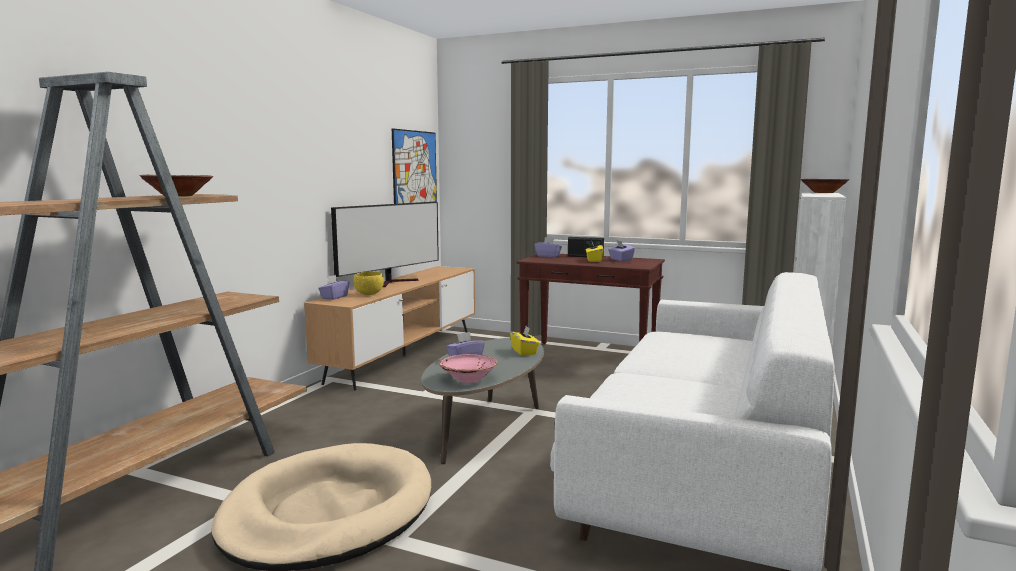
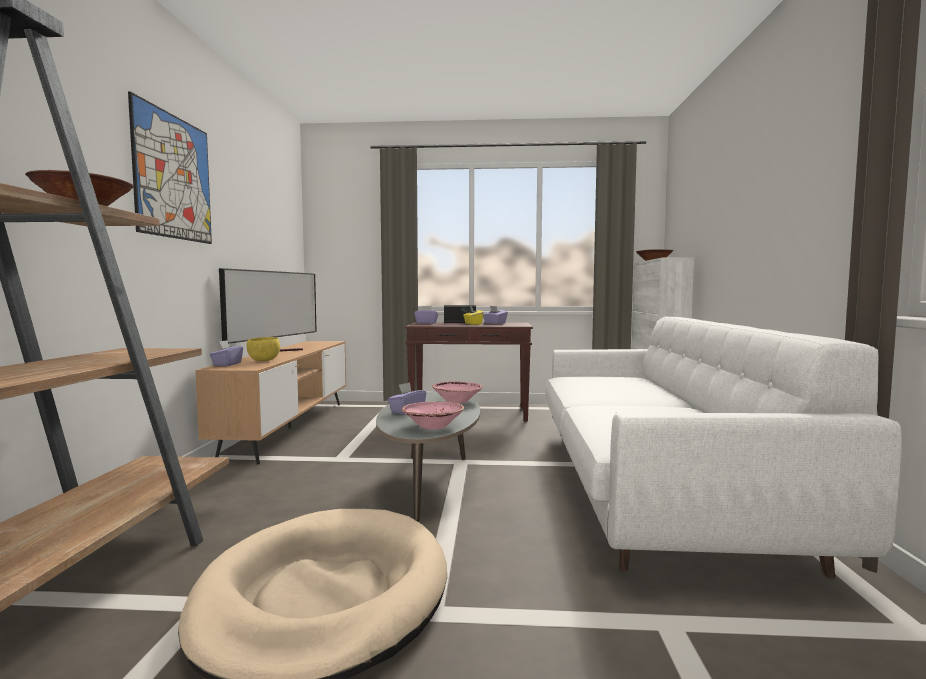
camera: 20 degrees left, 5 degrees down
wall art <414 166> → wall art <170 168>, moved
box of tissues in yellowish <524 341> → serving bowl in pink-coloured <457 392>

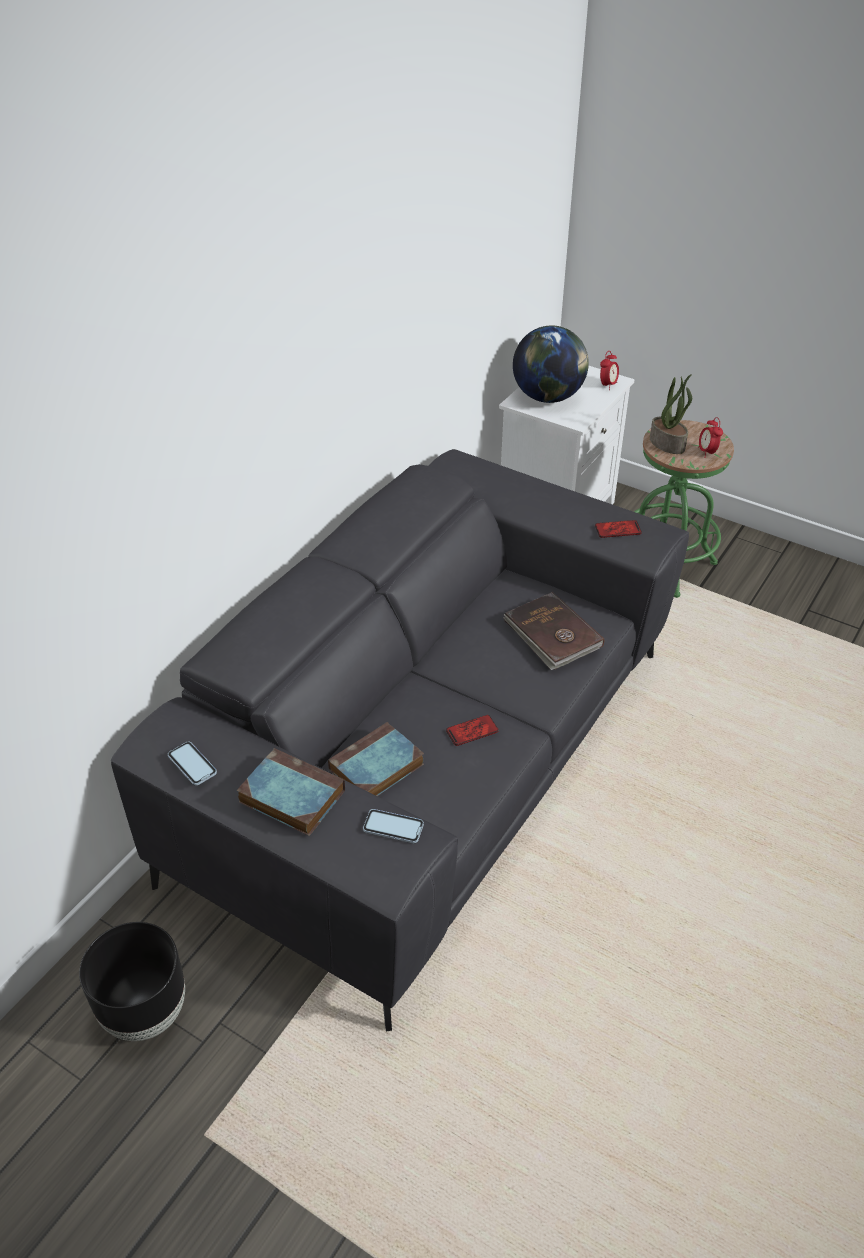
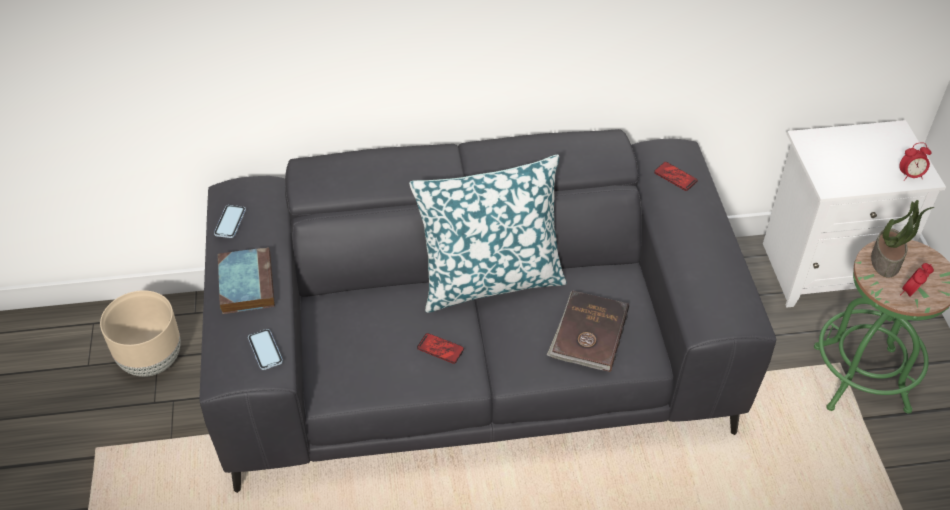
camera: 50 degrees right, 5 degrees up
planter in black-coloured <132 981> → planter in beige-coloured <140 333>
- → cushion <488 234>
handset <618 529> → handset <676 176>, moved
volume <376 759> → -
globe <551 364> → -

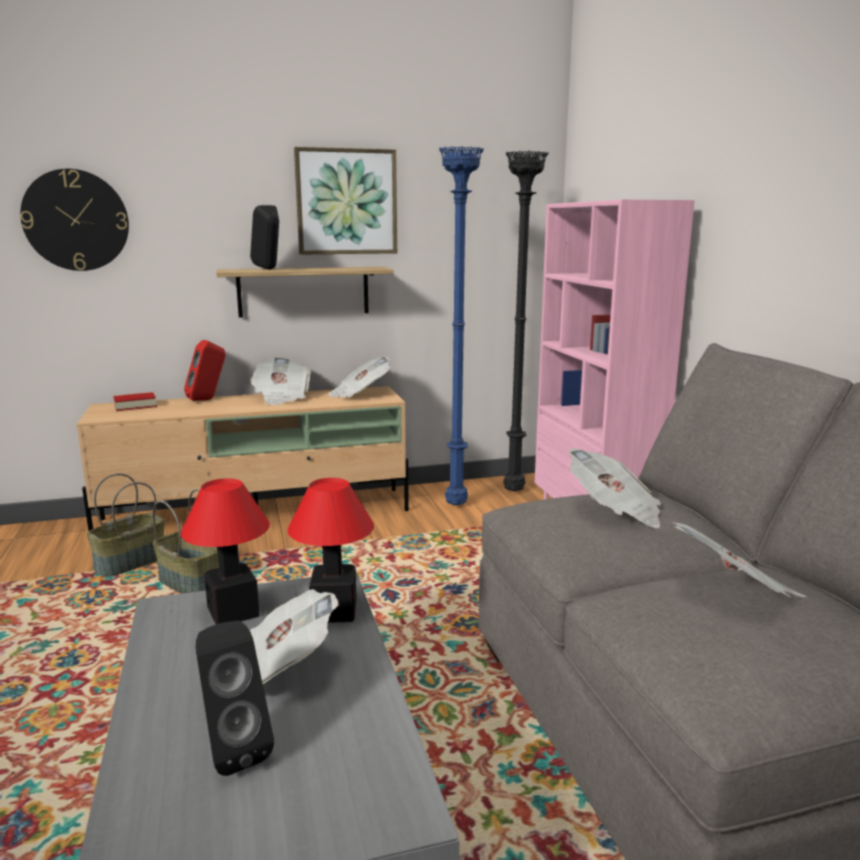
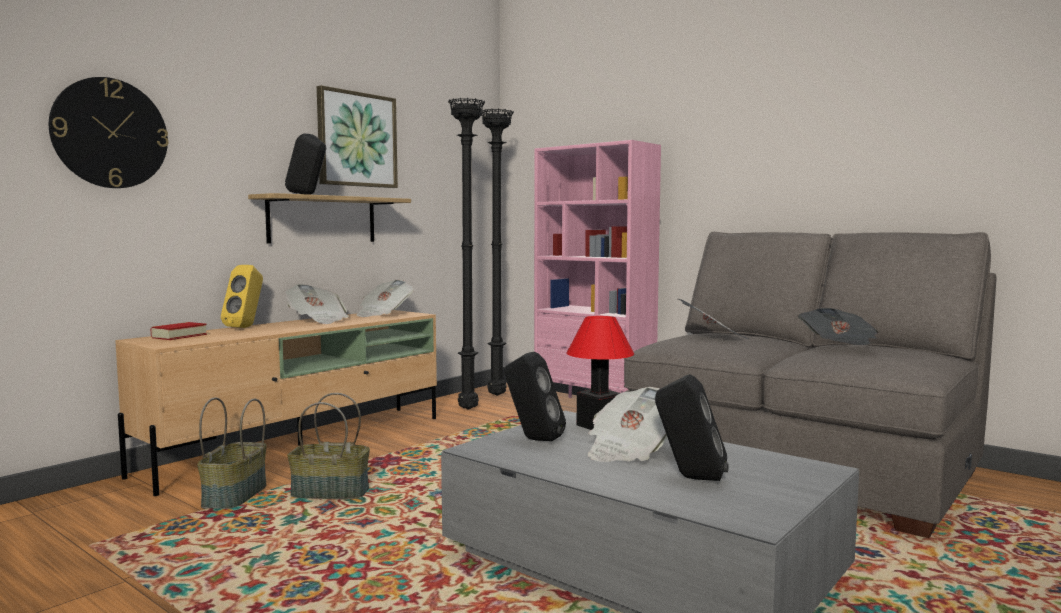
camera: 35 degrees left, 10 degrees down
speaker in red-coloured <204 370> → speaker in yellowish <242 296>
floor lamp in blue-coloured <461 325> → floor lamp in black-coloured <467 254>
lamp for a table <225 551> → speaker in black-coloured <535 396>

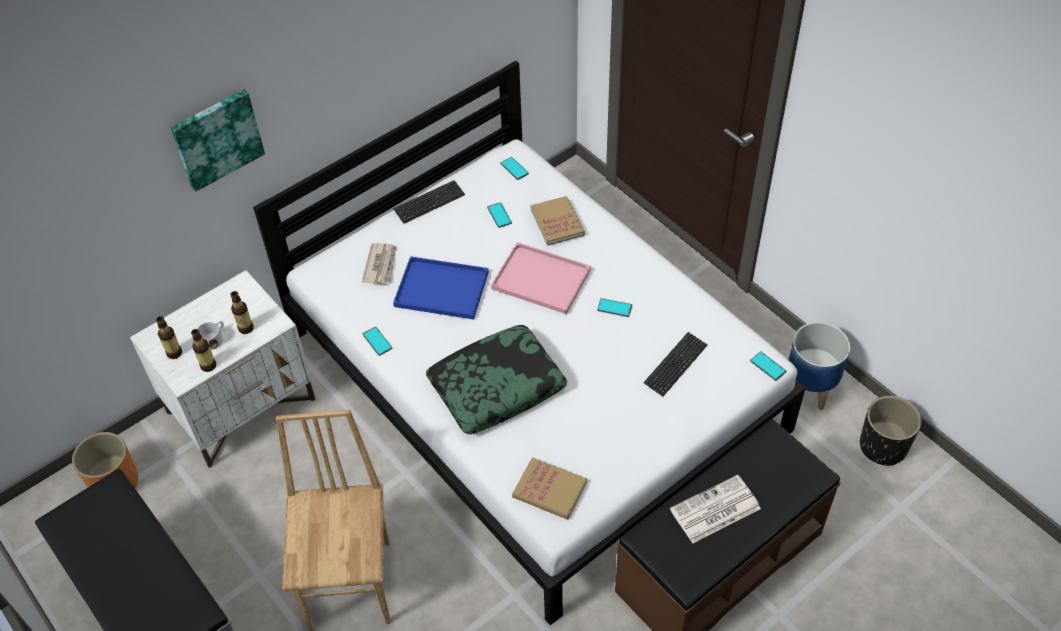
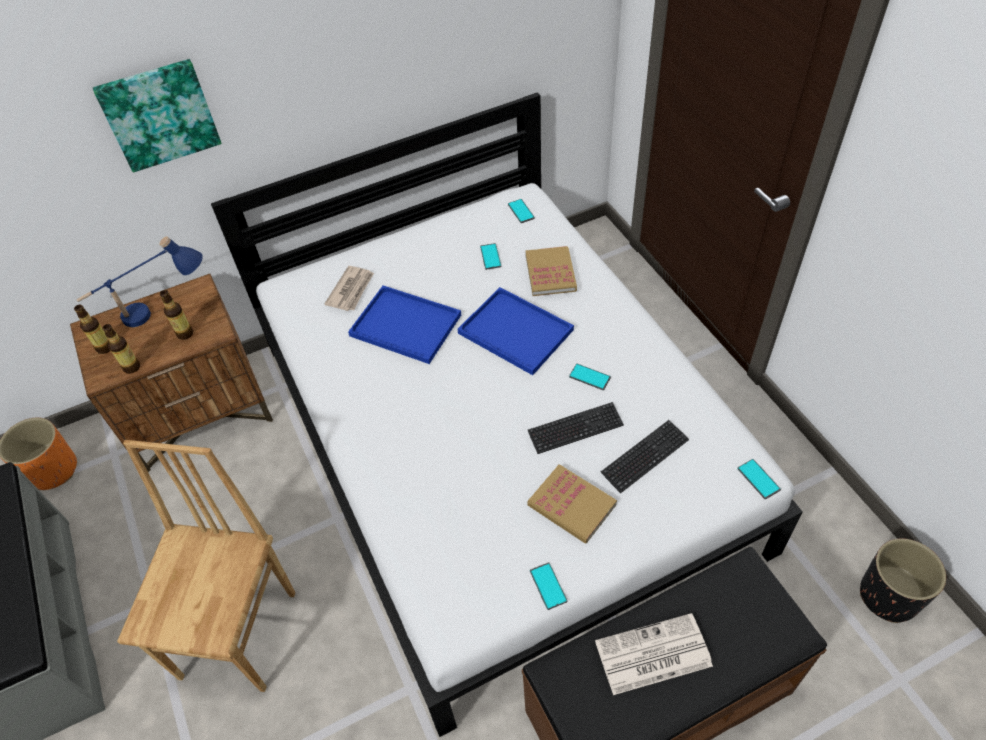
camera: 15 degrees right, 0 degrees up
night table in white-coloured <222 369> → night table in brown <171 373>
- → lamp for a table in blue-coloured <139 281>
tray in pink-coloured <541 278> → tray in blue-coloured <515 331>
volume <549 488> → volume <572 504>, moved
PC keyboard <429 202> → PC keyboard <576 428>, moved
handset <377 341> → handset <548 586>, moved
mug in white-coloured <211 335> → -
cushion <496 379> → -
planter <819 366> → -

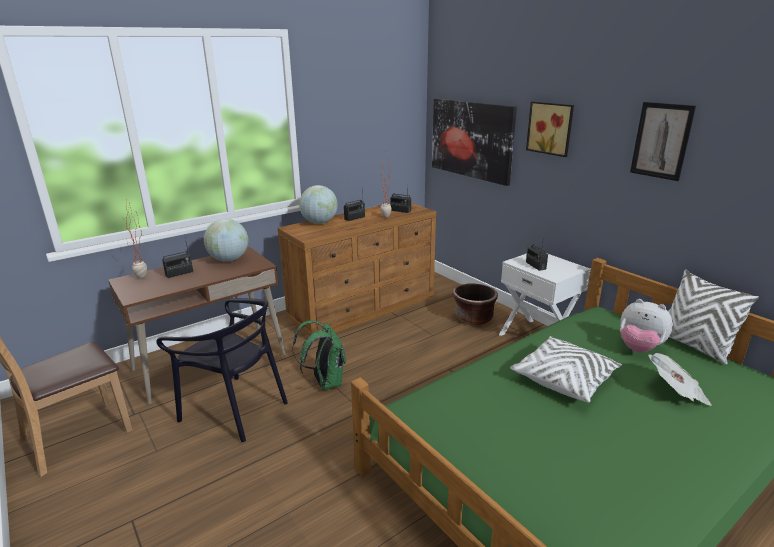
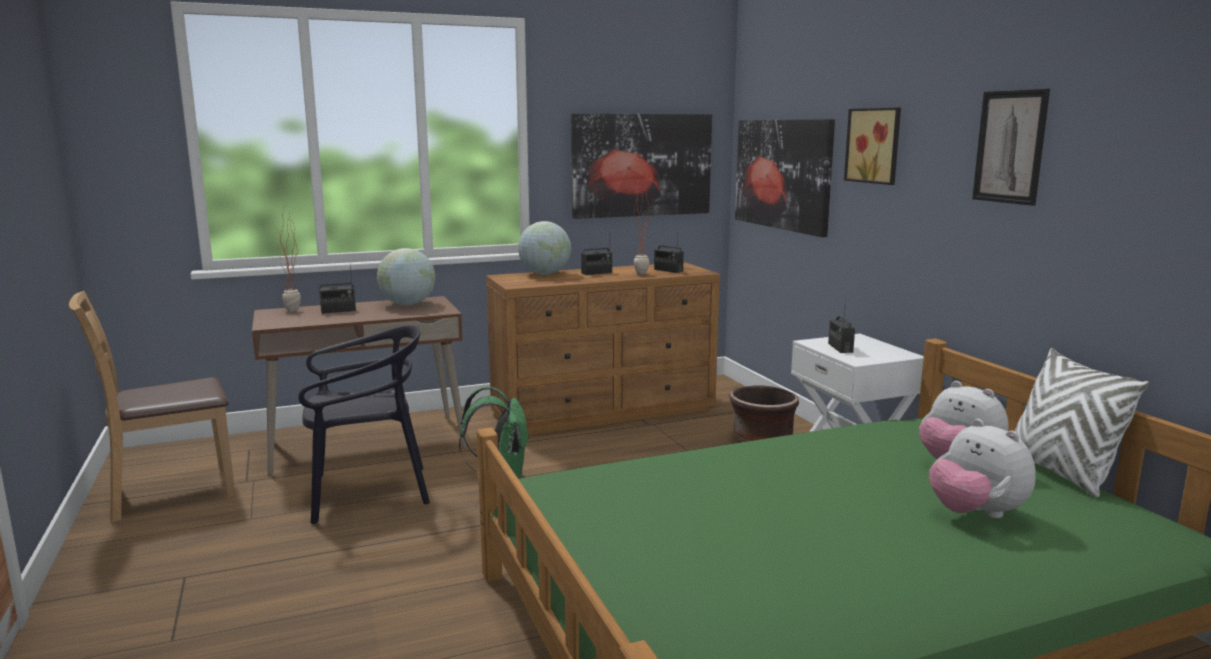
camera: 15 degrees right, 10 degrees down
chair in black-coloured <222 370> → chair in black-coloured <364 424>, 60 degrees counterclockwise
- → wall art <641 166>
newspaper <680 379> → plush toy <982 468>
cushion in white-coloured <566 369> → -

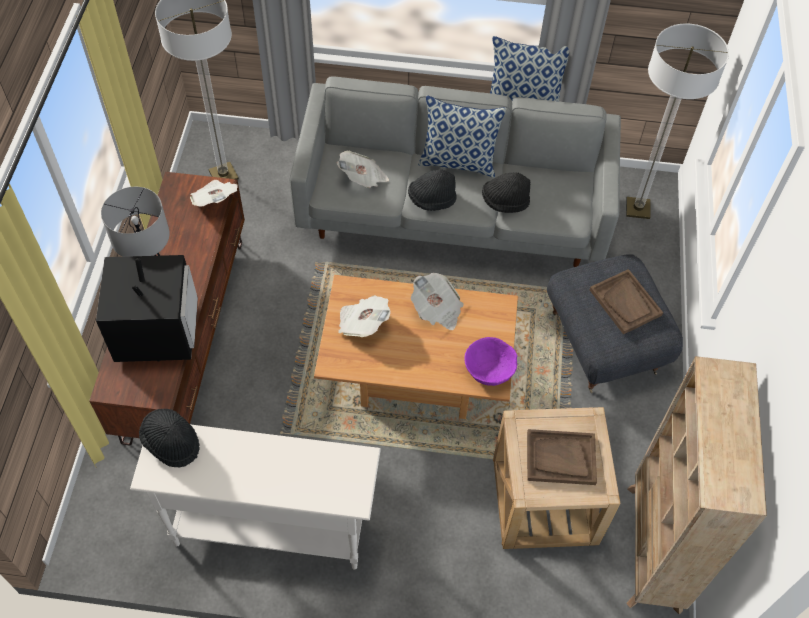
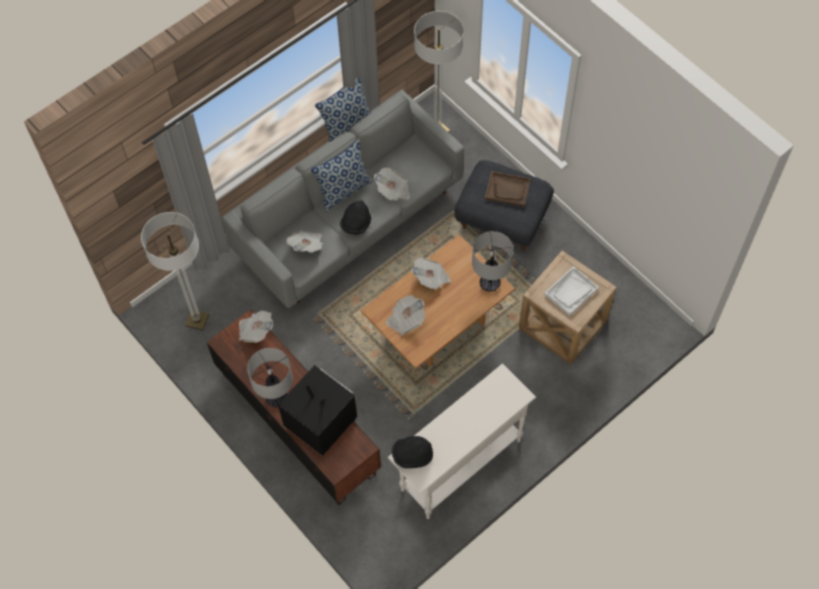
camera: 45 degrees left, 5 degrees up
hat in black-coloured <506 192> → newspaper <392 184>
serving bowl in purplish <490 361> → lamp for a table <492 261>
tray in brown <562 457> → tray in white-coloured <571 291>
bookcase in beige-coloured <696 485> → -

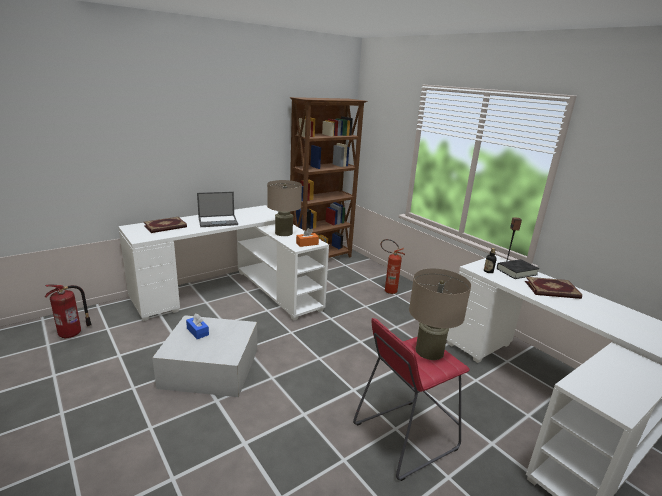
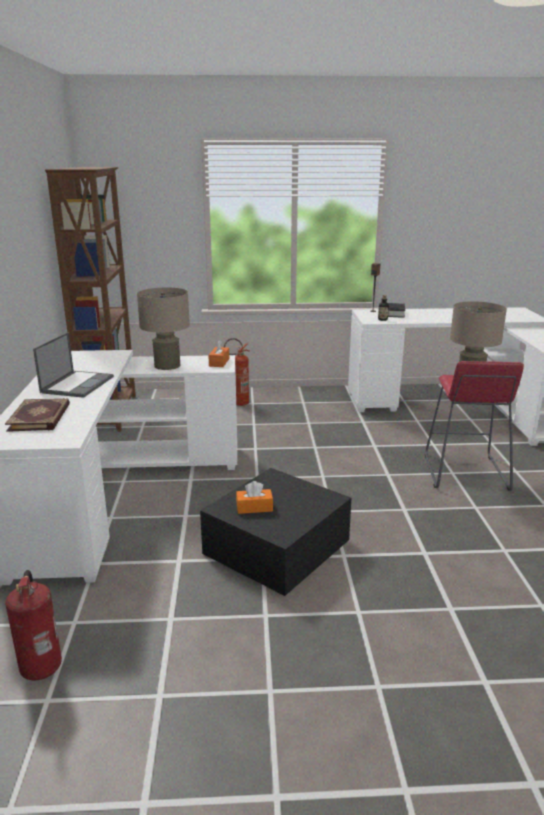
camera: 55 degrees left, 0 degrees up
storage container in white-coloured <204 356> → storage container in black-coloured <276 532>
box of tissues in blue-coloured <197 326> → box of tissues in orange <254 497>
volume <553 288> → -

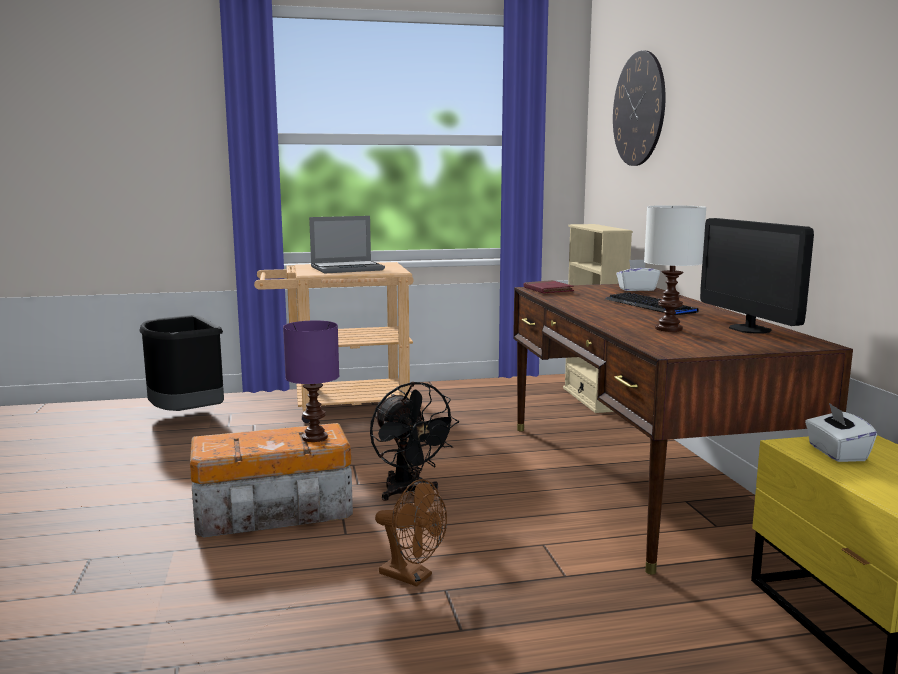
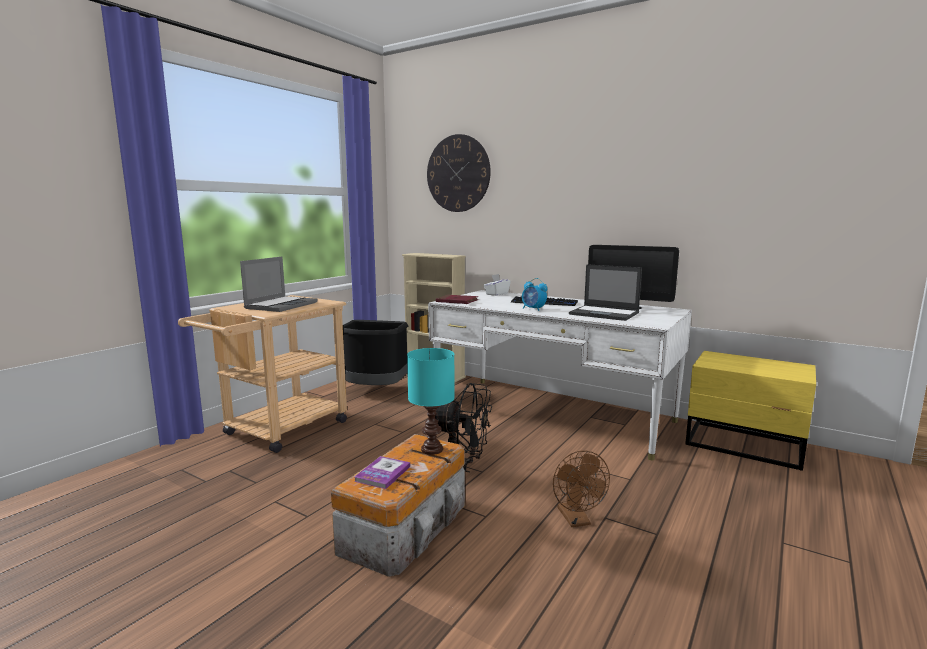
camera: 45 degrees left, 0 degrees up
waste bin in black-coloured <182 363> → waste bin in black-coloured <376 352>, moved
- → volume <382 472>
lamp for a table in purplish <311 381> → lamp for a table in turquoise <431 401>
desk table in brown <683 429> → desk table in white-coloured <560 375>
- → table clock <534 294>
cooling fan in brown <411 533> → cooling fan in brown <581 488>, 90 degrees clockwise
lamp for a table in white-coloured <675 268> → portable computer <605 292>
box of tissues in white-coloured <841 432> → -

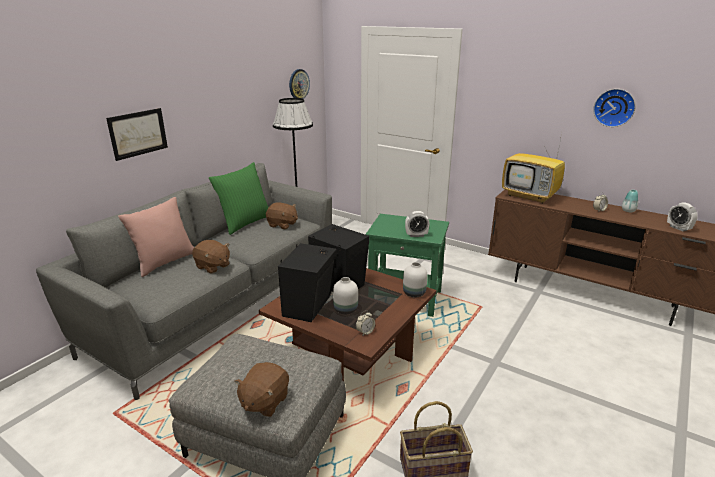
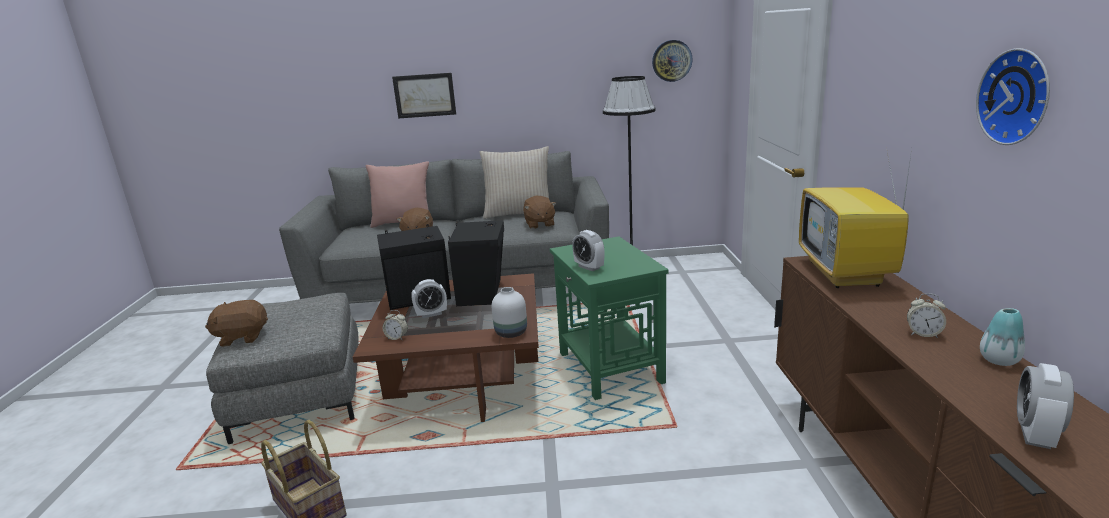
camera: 55 degrees right, 5 degrees down
decorative vase in white-coloured <345 295> → table clock <429 298>
cushion in green <239 198> → cushion in beige-coloured <514 182>

